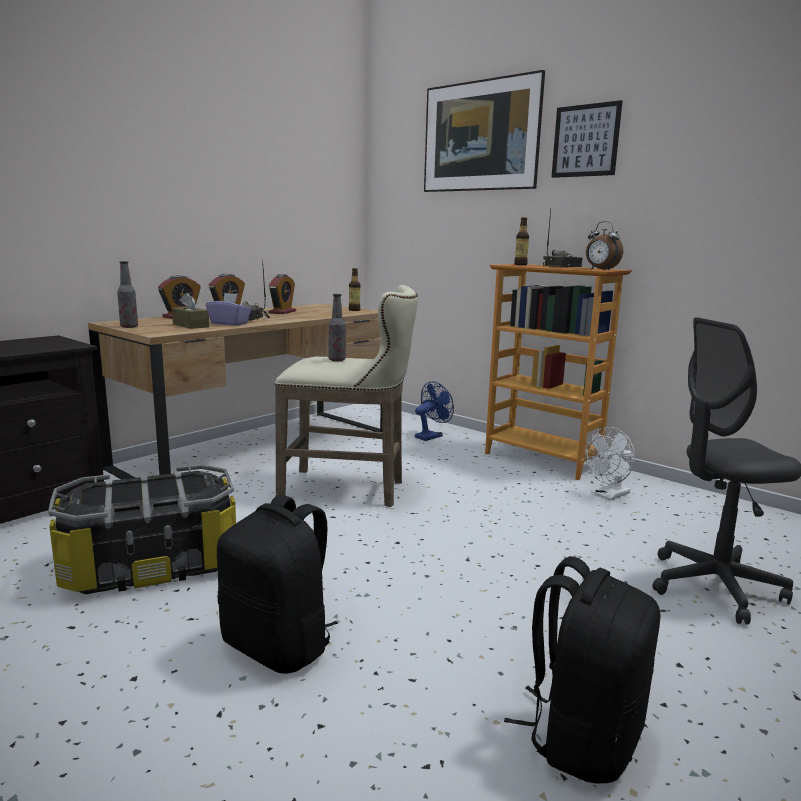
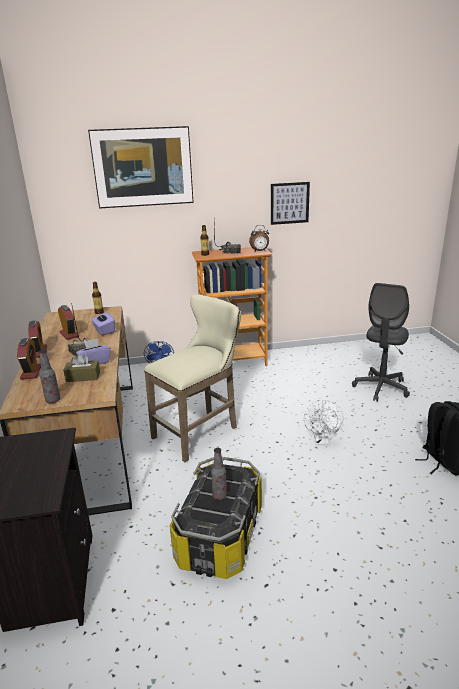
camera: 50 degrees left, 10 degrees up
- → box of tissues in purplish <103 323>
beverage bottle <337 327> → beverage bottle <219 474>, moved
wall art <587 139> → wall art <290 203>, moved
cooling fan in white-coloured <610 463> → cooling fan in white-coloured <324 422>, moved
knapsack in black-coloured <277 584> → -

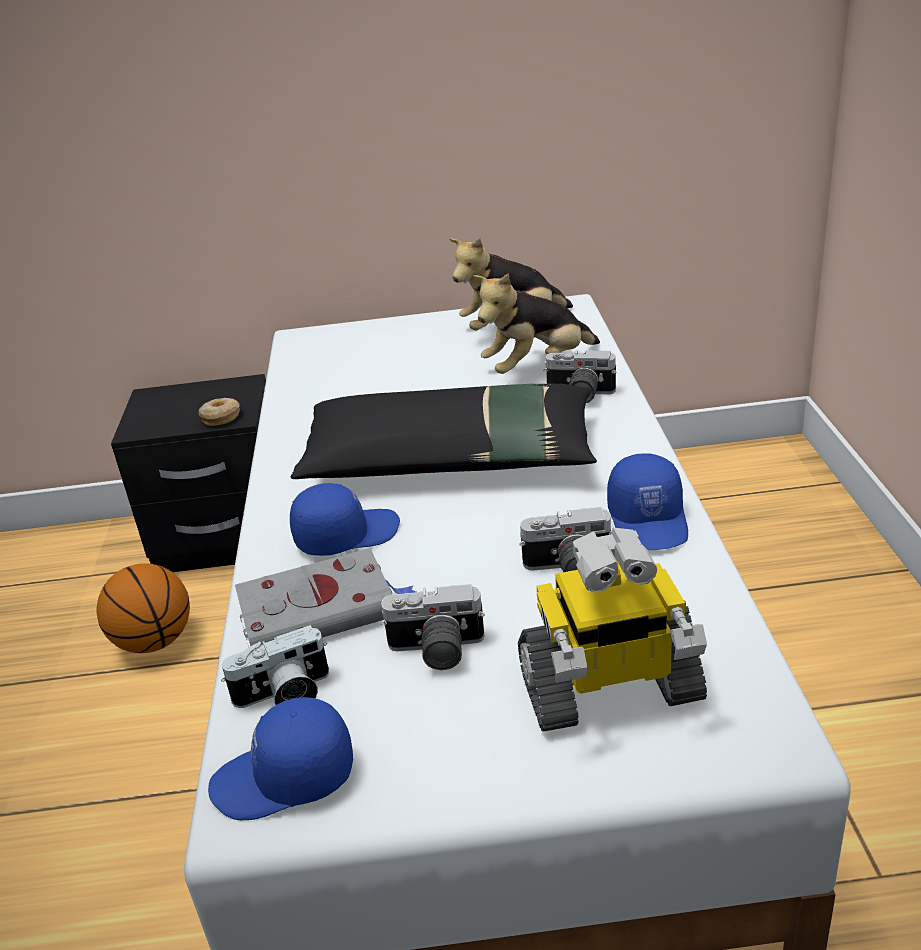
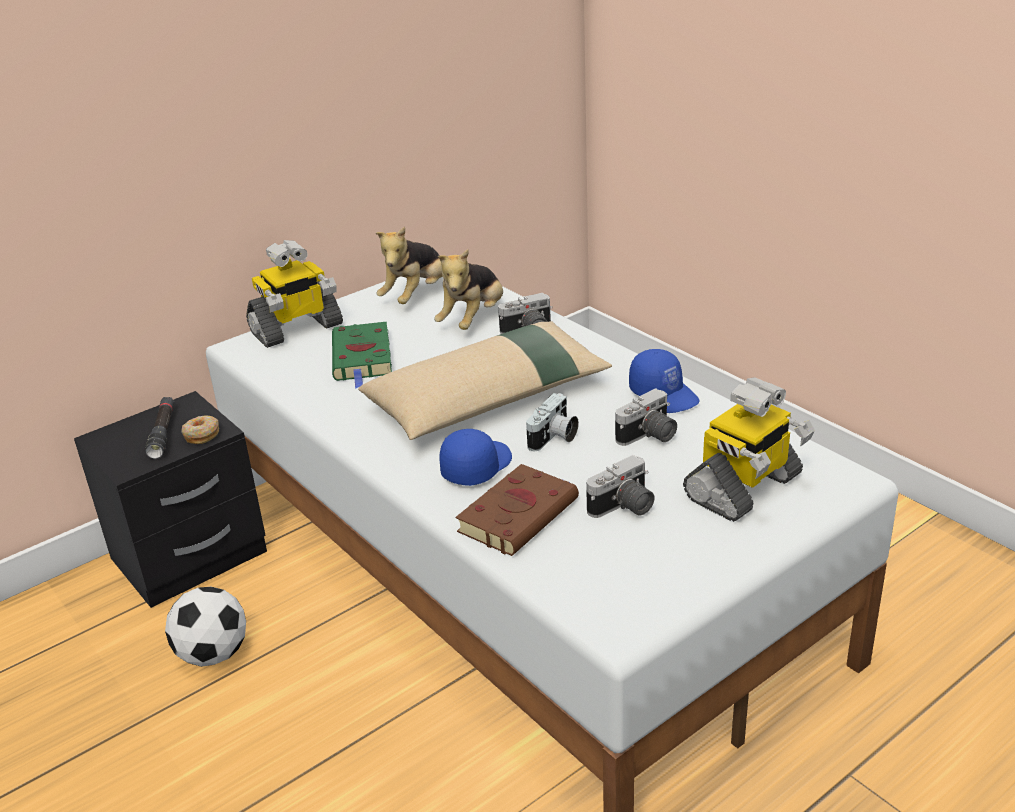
camera: 35 degrees left, 0 degrees up
- → hand torch in black-coloured <159 428>
basketball ball <143 608> → football ball <205 627>
- → robot figure <294 294>
- → volume in green <362 355>
cushion in black-coloured <443 431> → cushion in beige-coloured <485 380>
volume in gray <325 598> → volume in brown <517 510>
photo camera <275 666> → photo camera <552 422>, moved
baseball cap in blue-coloured <280 758> → -

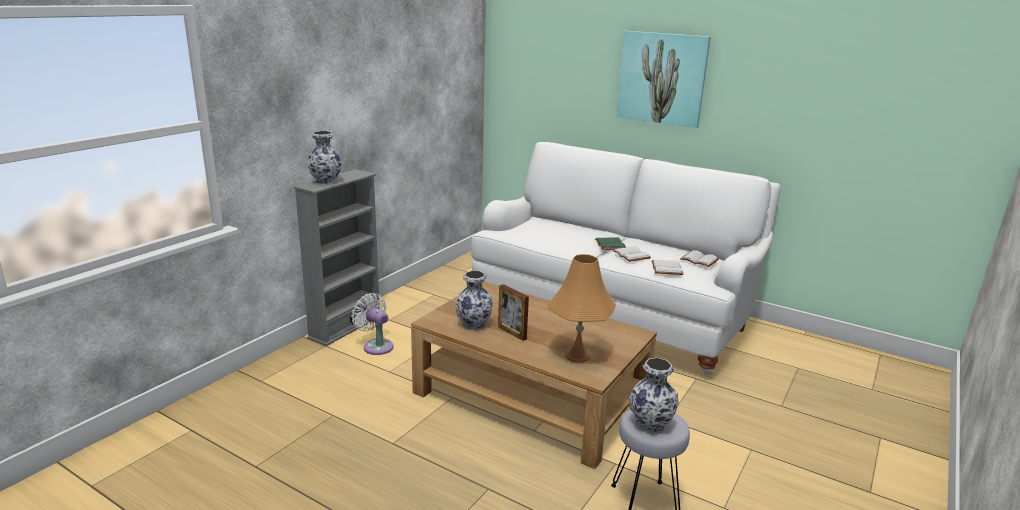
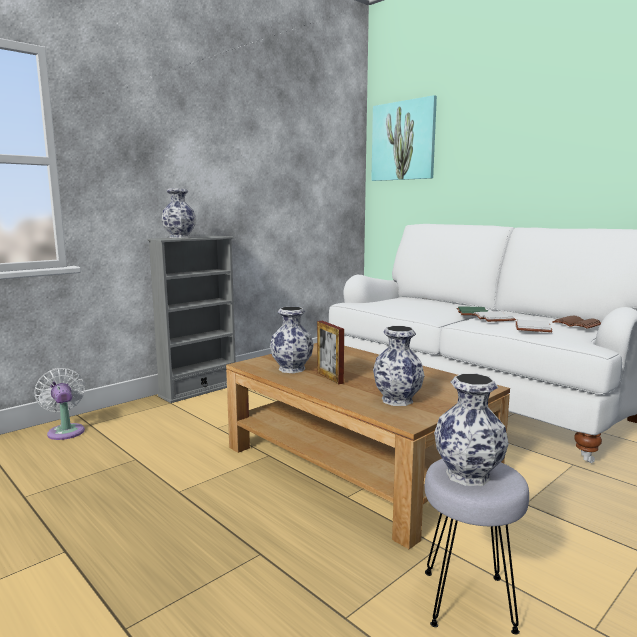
camera: 15 degrees right, 10 degrees down
cooling fan in white-coloured <372 324> → cooling fan in white-coloured <60 404>, moved
wall art <664 79> → wall art <404 138>, moved
lamp for a table in orange <581 308> → decorative vase <398 366>
volume in white-coloured <699 258> → volume in brown <576 322>

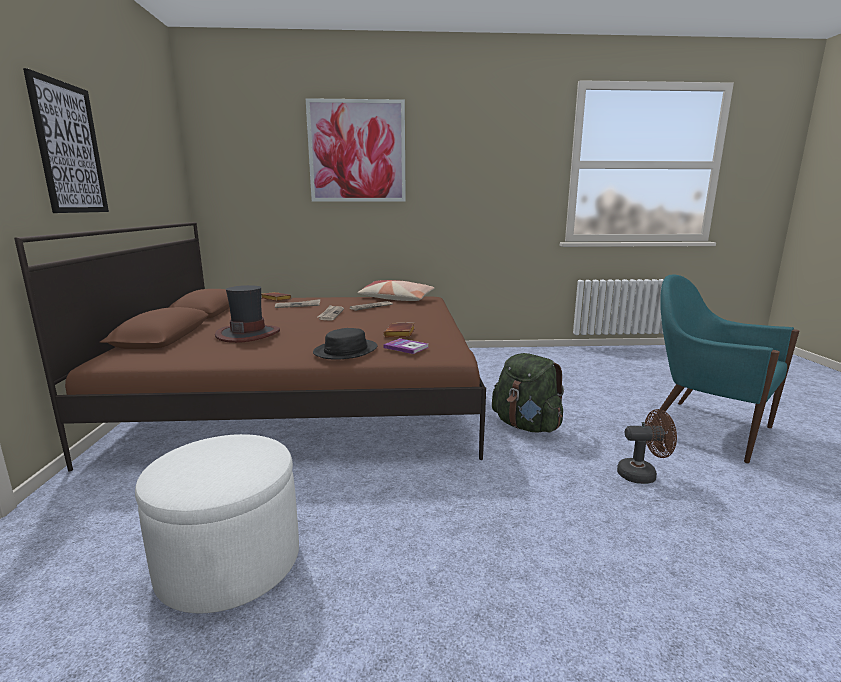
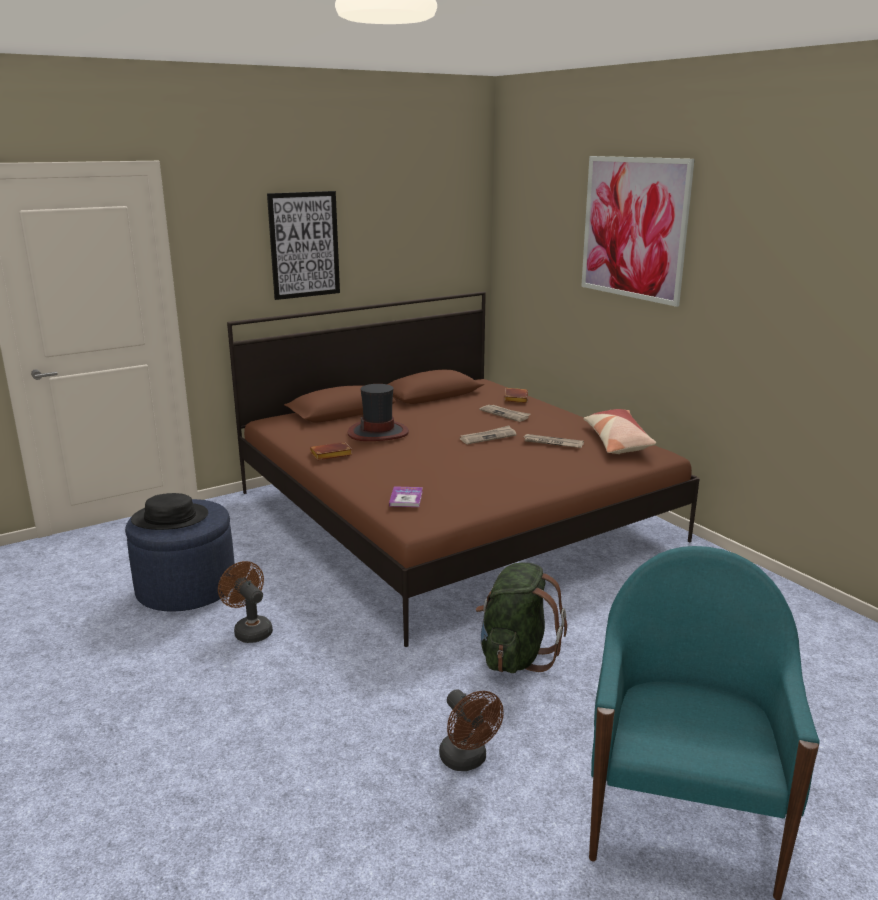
camera: 60 degrees right, 5 degrees up
ottoman in white-coloured <217 523> → ottoman in blue-coloured <180 555>
hat in black-coloured <345 344> → hat in black-coloured <169 511>, moved
- → cooling fan in brown <245 602>
volume in brown <399 329> → volume in brown <331 451>, moved

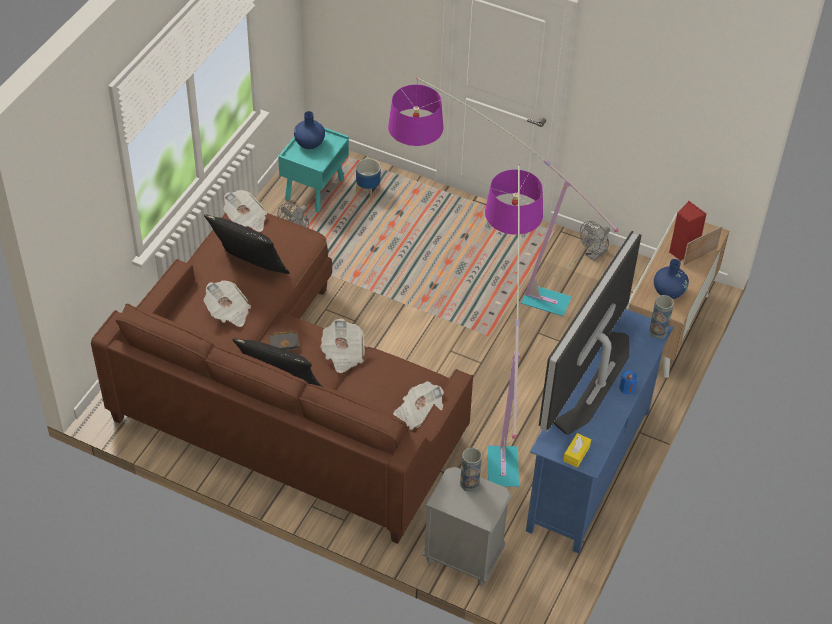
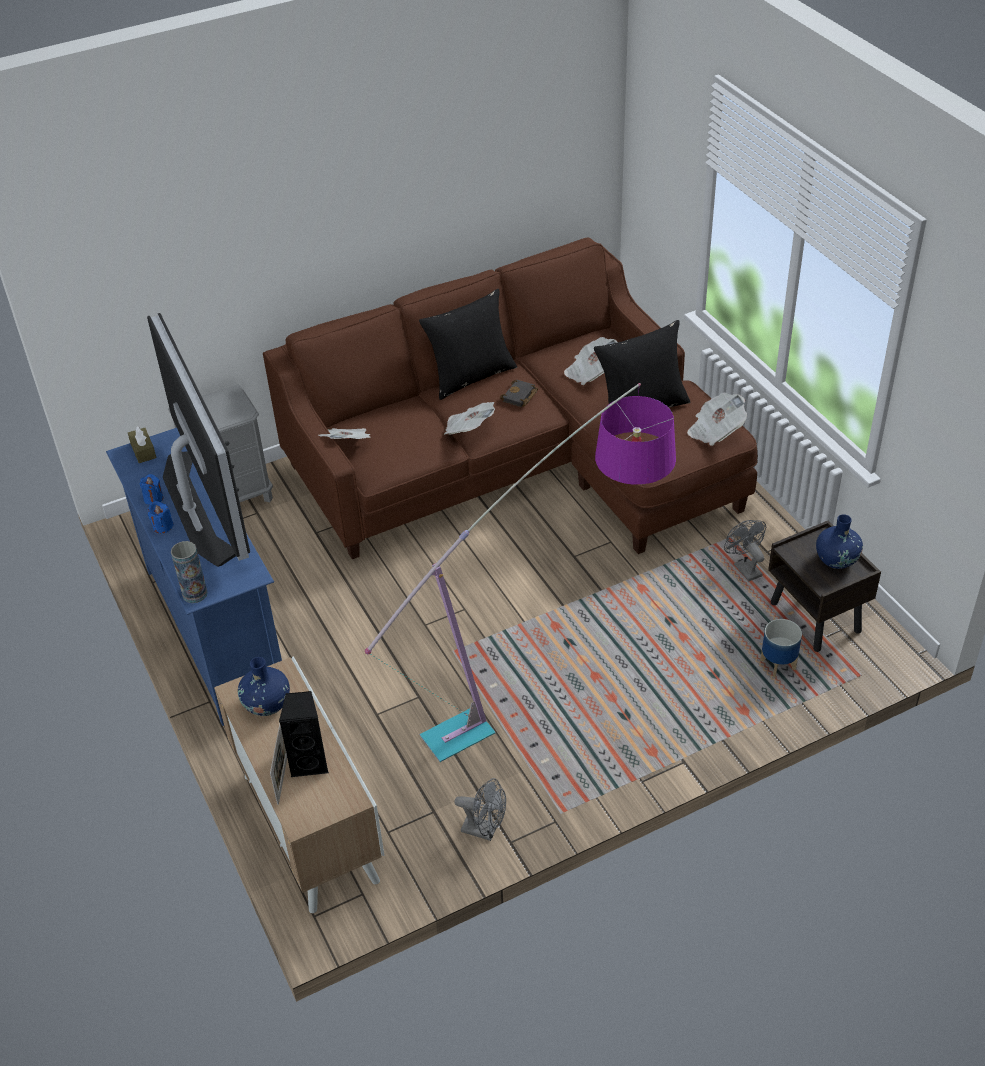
camera: 130 degrees right, 5 degrees down
box of tissues in yellowish <577 450> → box of tissues in brown <142 445>
- → wax candle in blue-coloured <151 489>
speaker in red-coloured <688 231> → speaker in black-coloured <304 734>
cooling fan in gray <595 241> → cooling fan in gray <480 809>, 120 degrees clockwise
night table in turquoise <313 169> → night table in brown <824 586>
decorative vase <471 469> → -
floor lamp <514 325> → -

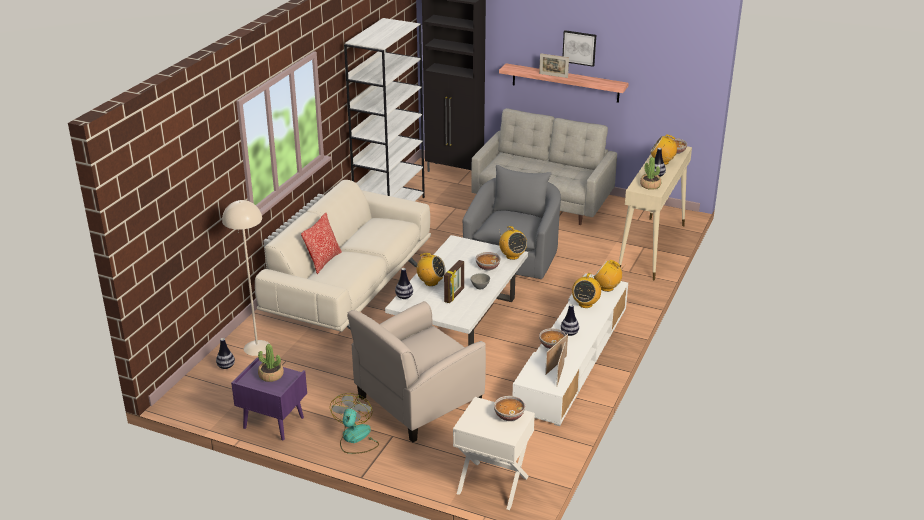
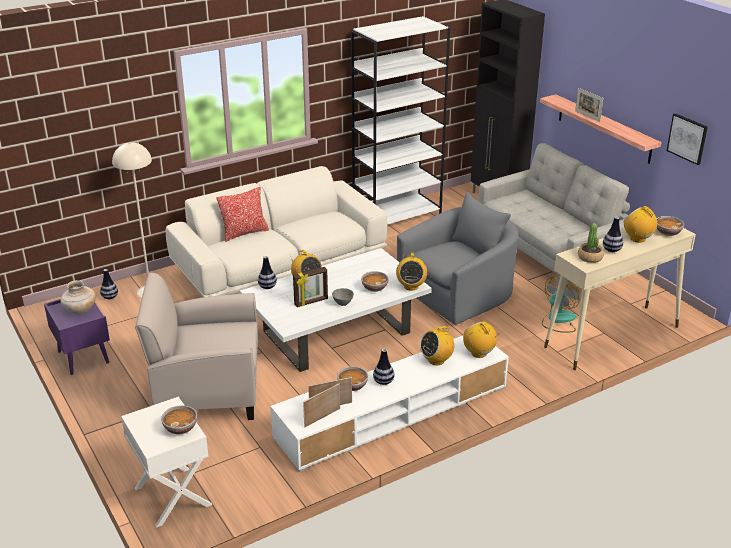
camera: 35 degrees right, 0 degrees up
plant in a pot <271 363> → decorative vase in beige-coloured <78 297>
cooling fan <354 423> → cooling fan <561 304>, moved
wall art <579 48> → wall art <687 139>, moved

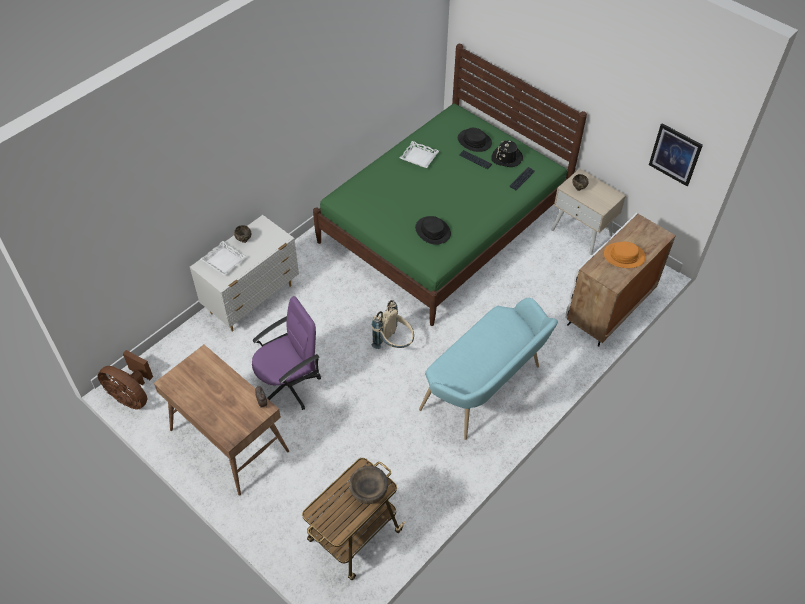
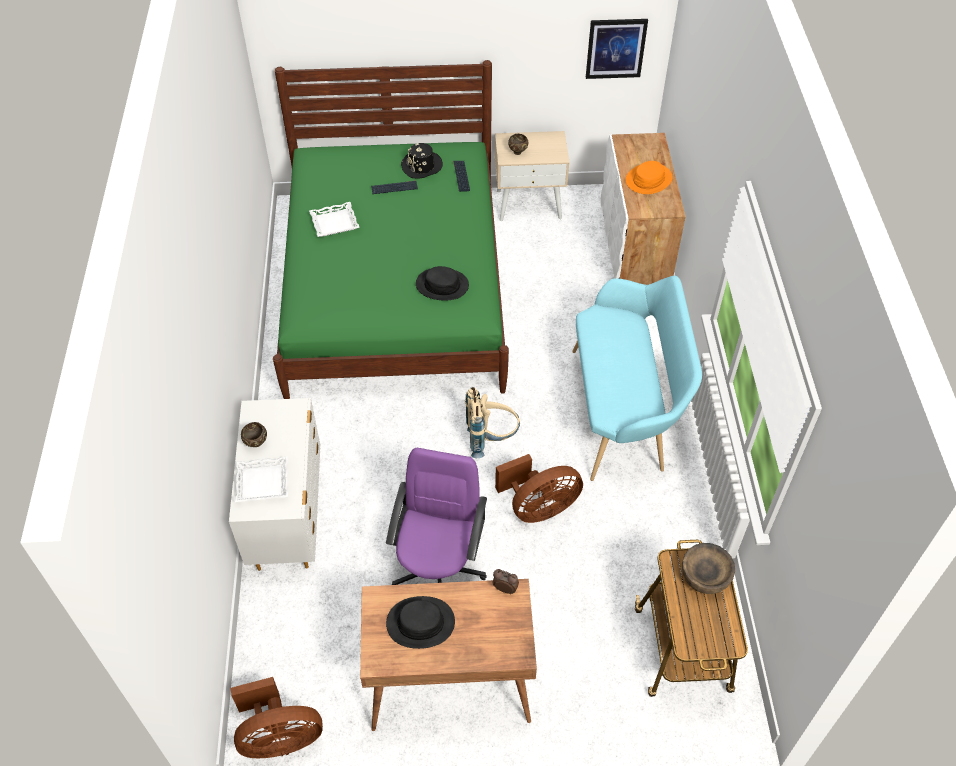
camera: 45 degrees left, 0 degrees up
hat in black-coloured <475 140> → hat in black-coloured <420 622>, moved
- → cooling fan in brown <539 488>

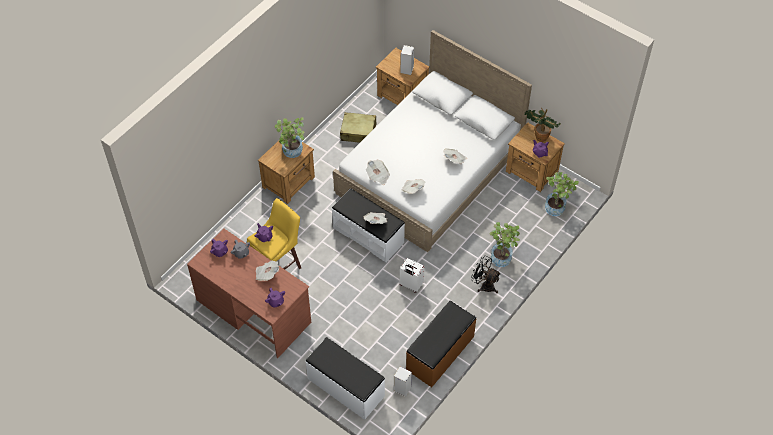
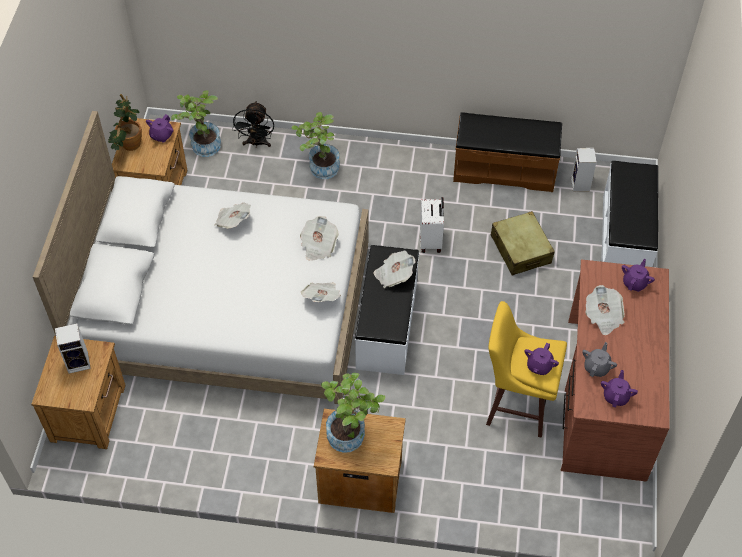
camera: 120 degrees left, 0 degrees up
cooling fan in black-coloured <486 274> → cooling fan in black-coloured <253 124>, moved
suitcase in beige-coloured <358 127> → suitcase in beige-coloured <523 243>, moved

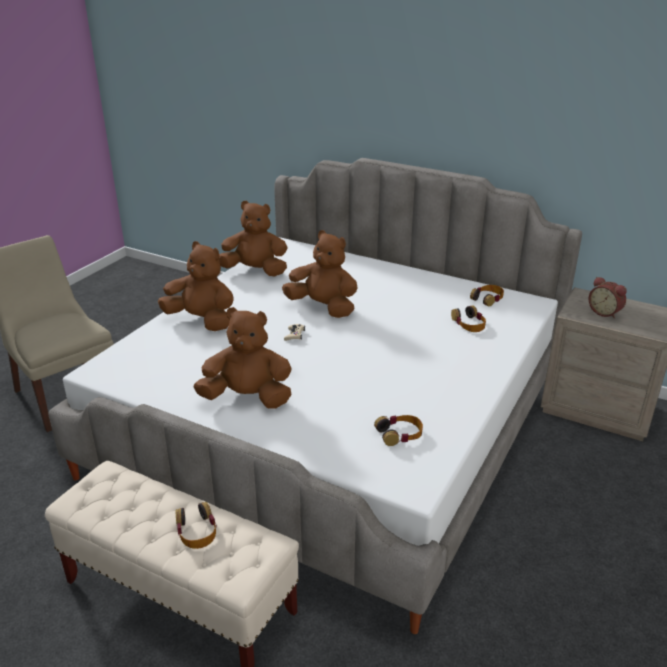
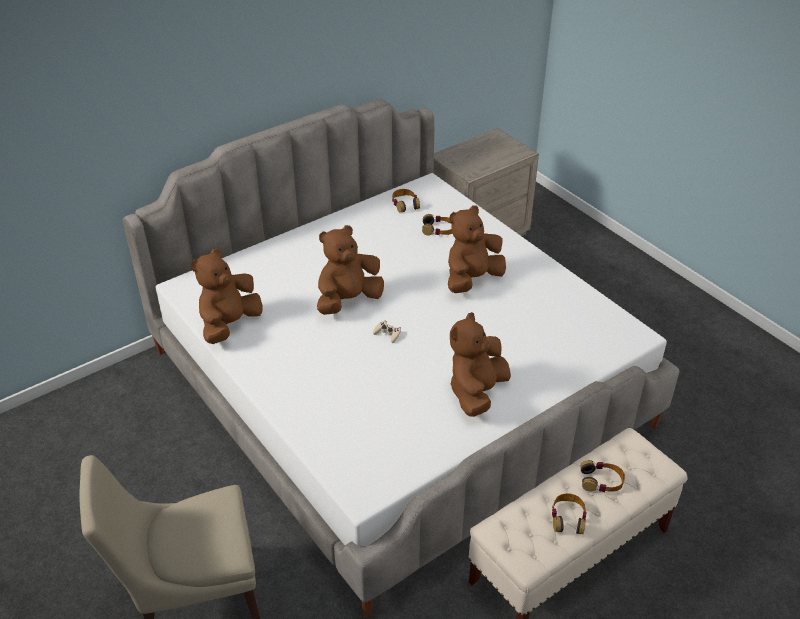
camera: 65 degrees left, 10 degrees up
plush toy in brown <196 286> → plush toy in brown <477 249>, moved
headphones <398 430> → headphones <569 513>, moved
table clock <608 298> → -

